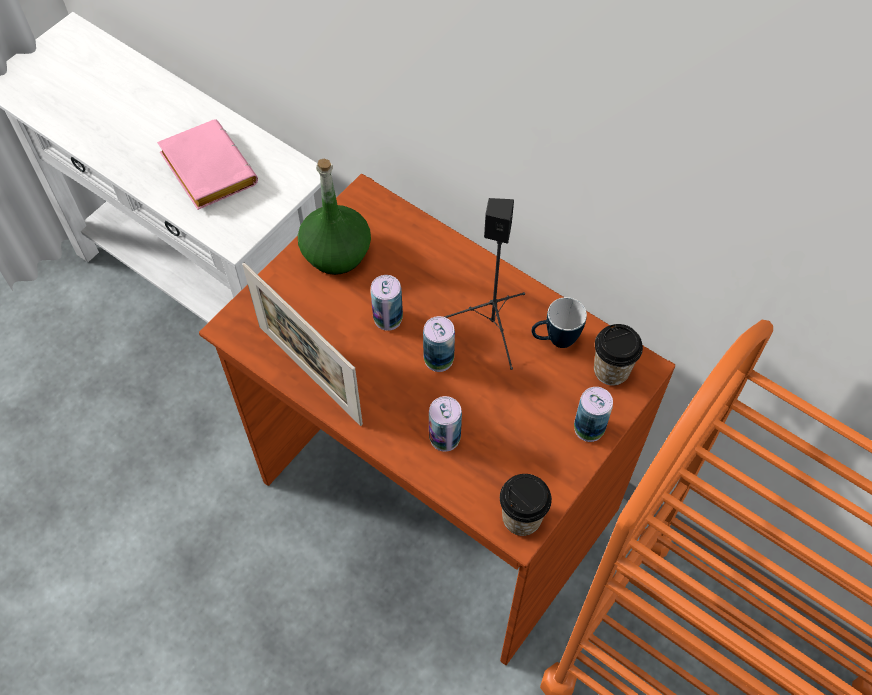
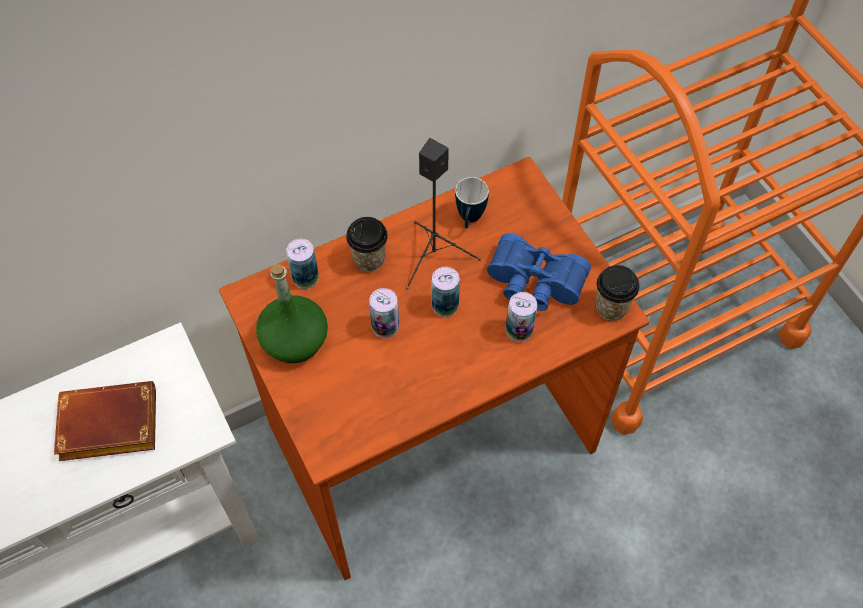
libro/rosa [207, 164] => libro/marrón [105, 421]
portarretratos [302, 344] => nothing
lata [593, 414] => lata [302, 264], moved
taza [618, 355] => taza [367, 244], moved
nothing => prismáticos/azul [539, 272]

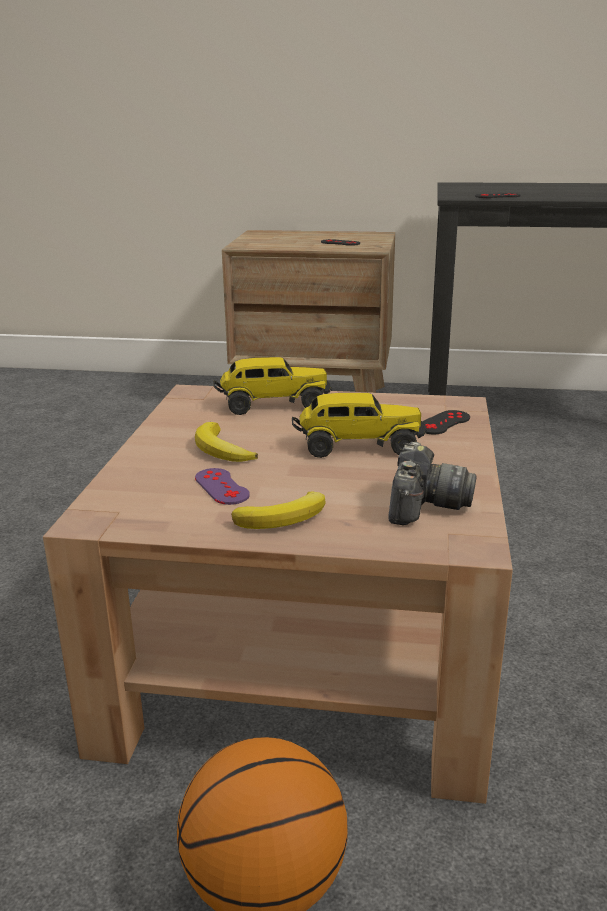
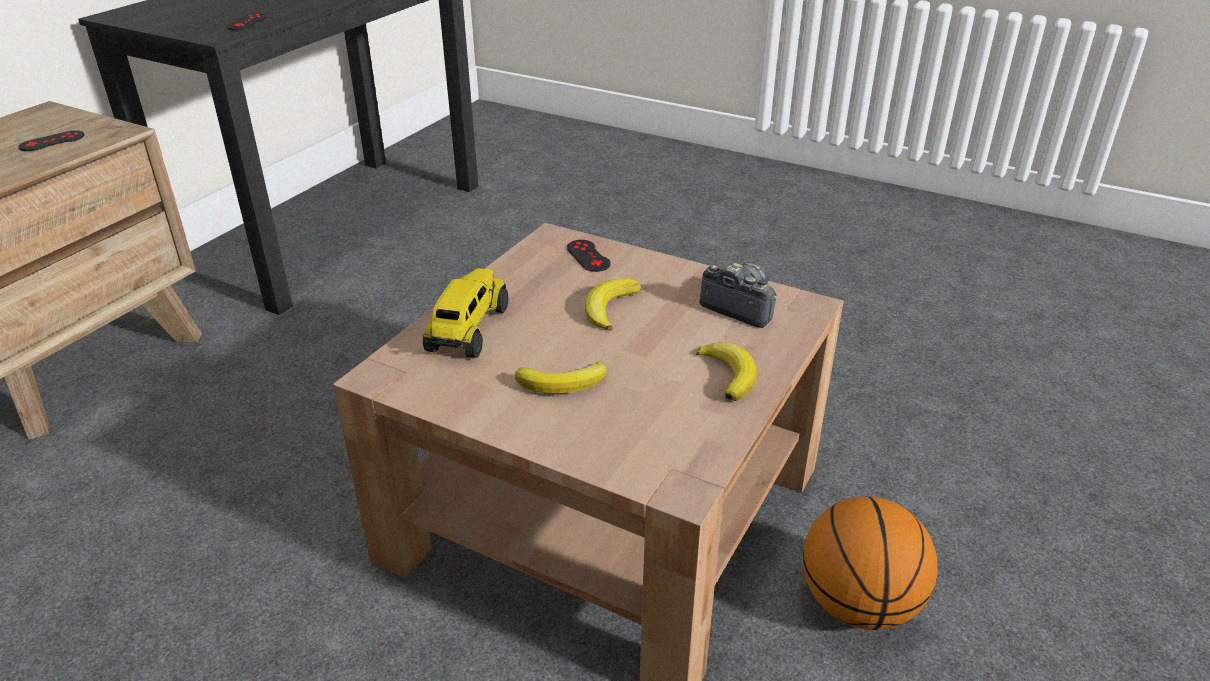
mando de consola/morado [222, 486] => nothing
camión de juguete [359, 425] => plátano [613, 304]

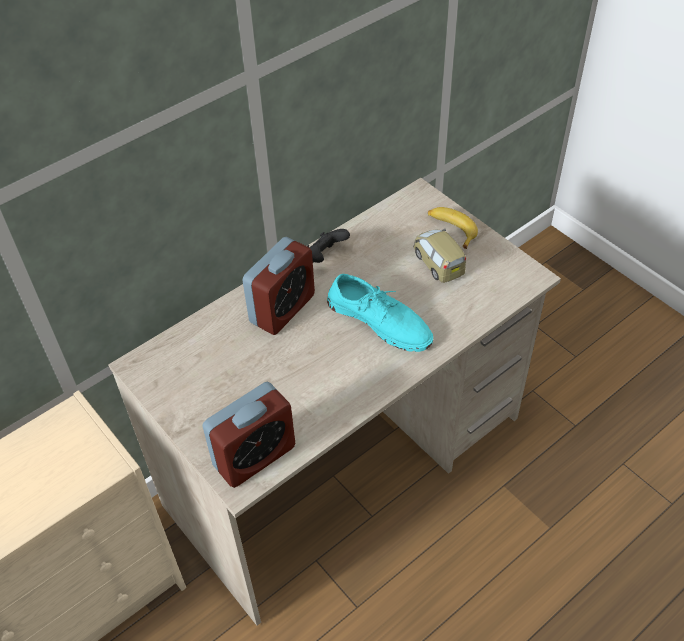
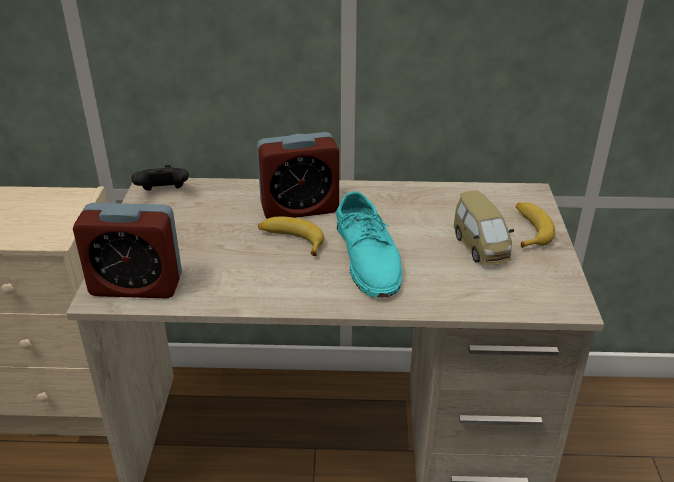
mando de consola/negro [328, 246] => mando de consola/negro [160, 178], moved
coche de juguete [440, 256] => coche de juguete [484, 228], 150 degrees clockwise
nothing => plátano [291, 236]

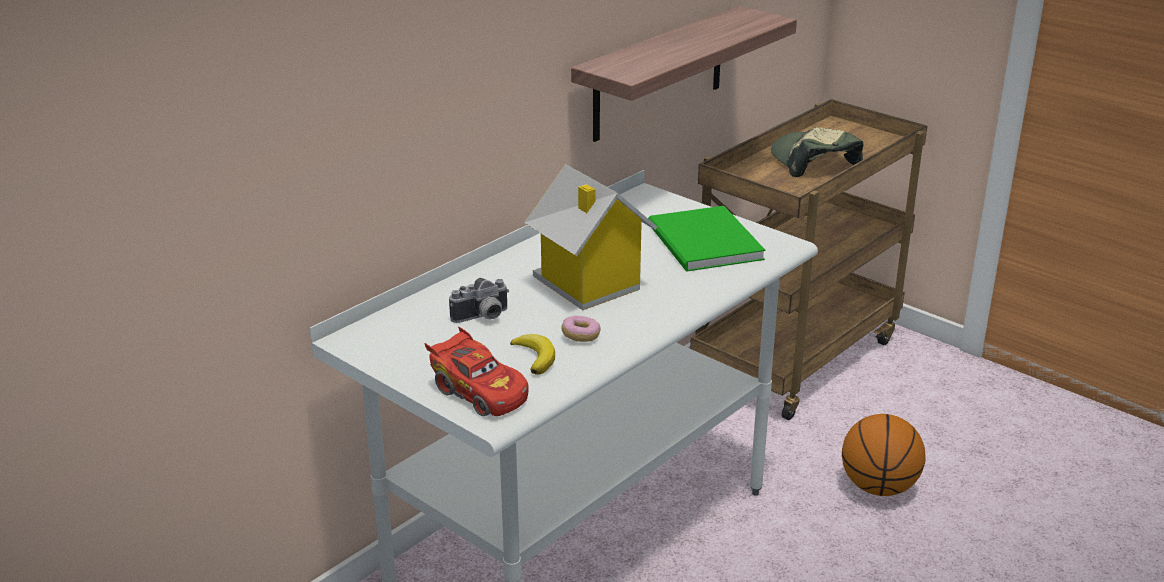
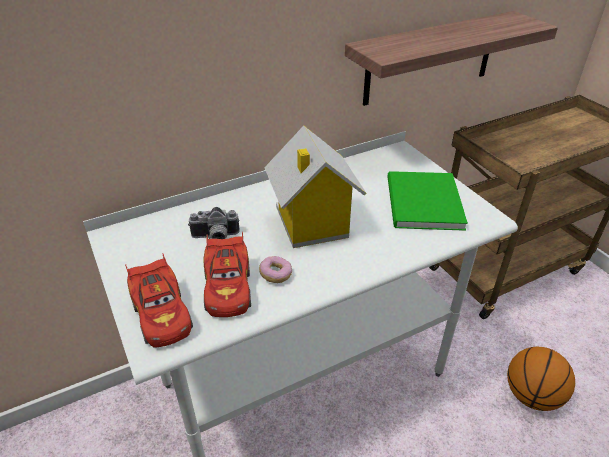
plátano [532, 354] => coche de juguete/rojo [227, 274]
gorra [817, 152] => nothing

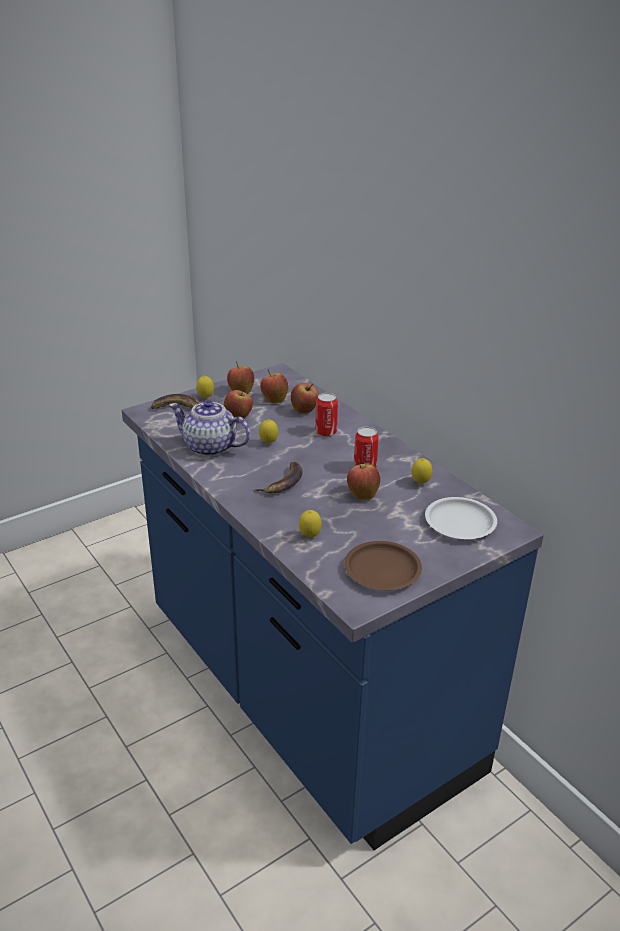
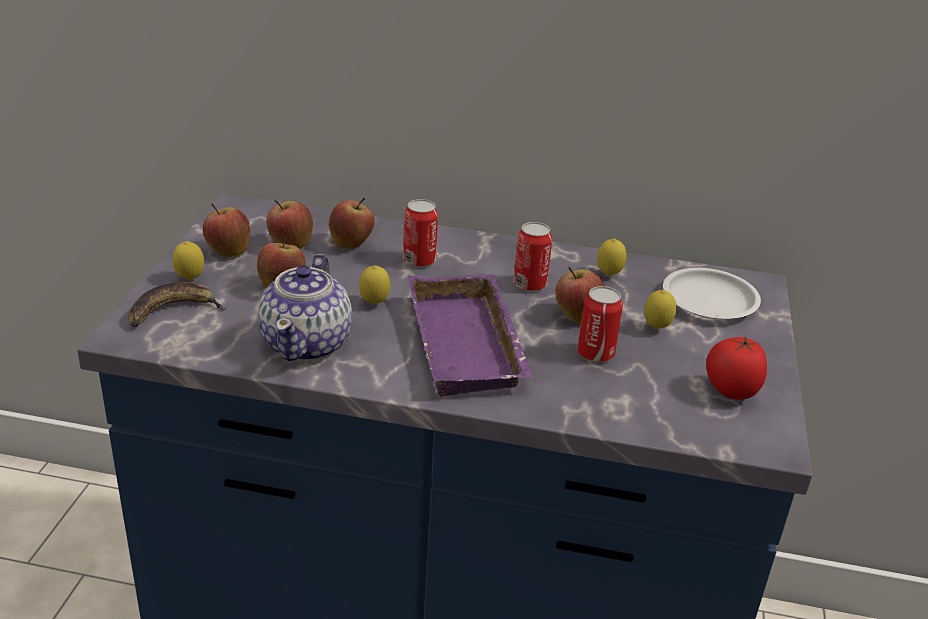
tetera [209, 428] => tetera [305, 307], 60 degrees counterclockwise
plátano [277, 478] => bandeja/morado [471, 335]
limón [310, 524] => limón [660, 309], moved
plato/marrón [383, 565] => tomate [736, 368]
nothing => lata [600, 324]

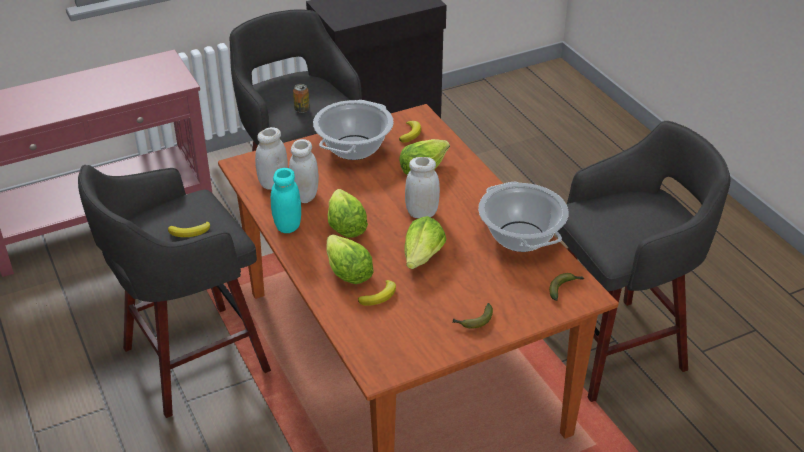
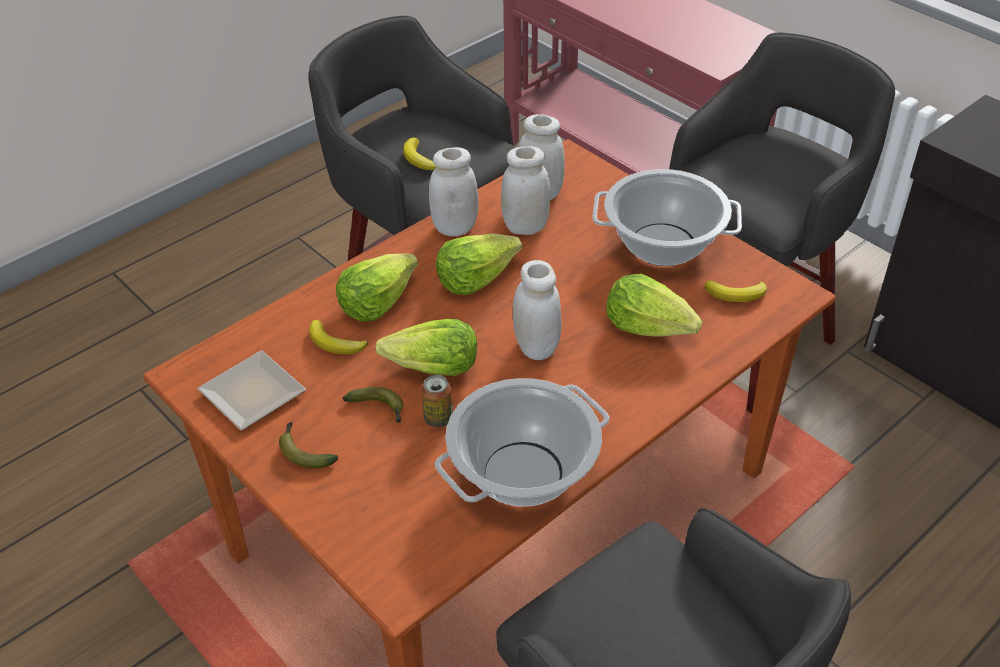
tarro/turquesa [286, 200] => tarro/blanco [454, 191]
lata [301, 98] => lata [437, 401], moved
plátano [566, 287] => plátano [373, 405], moved
nothing => plato [251, 390]

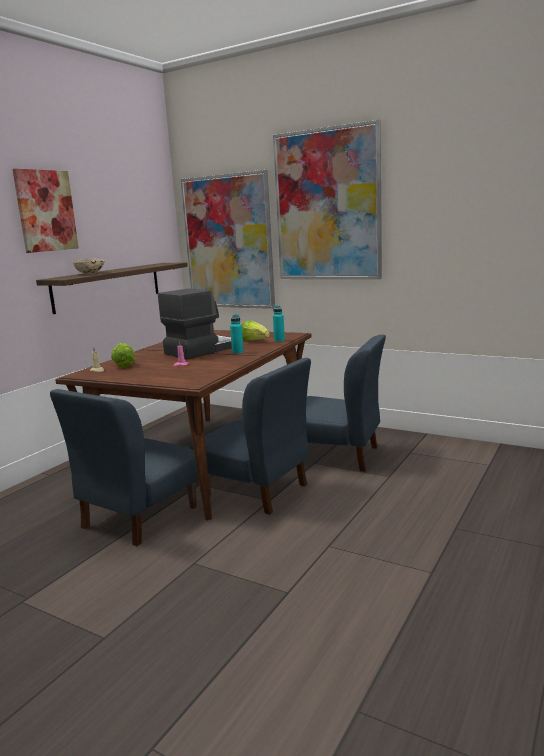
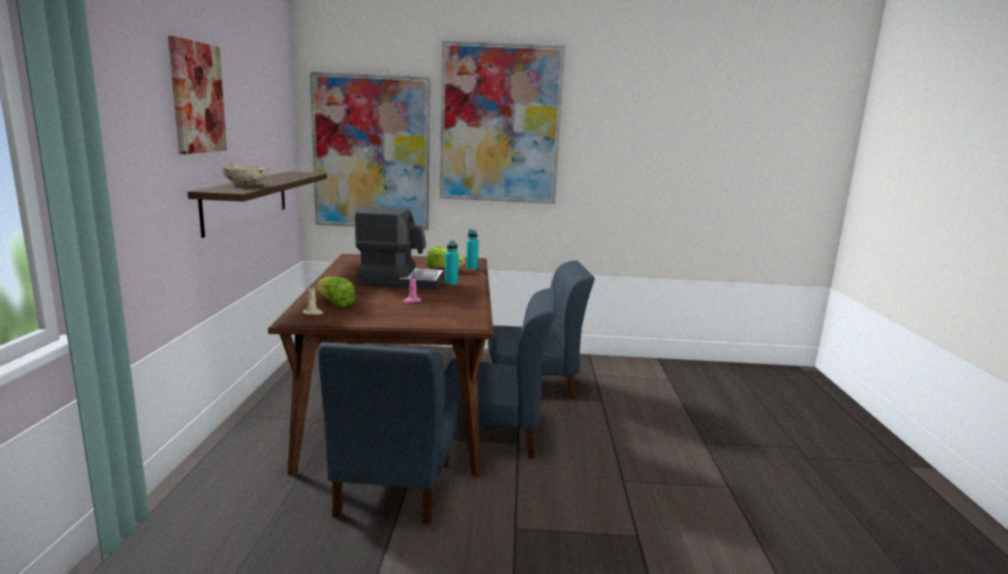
cafetera [195, 324] => cafetera [399, 248], 75 degrees clockwise

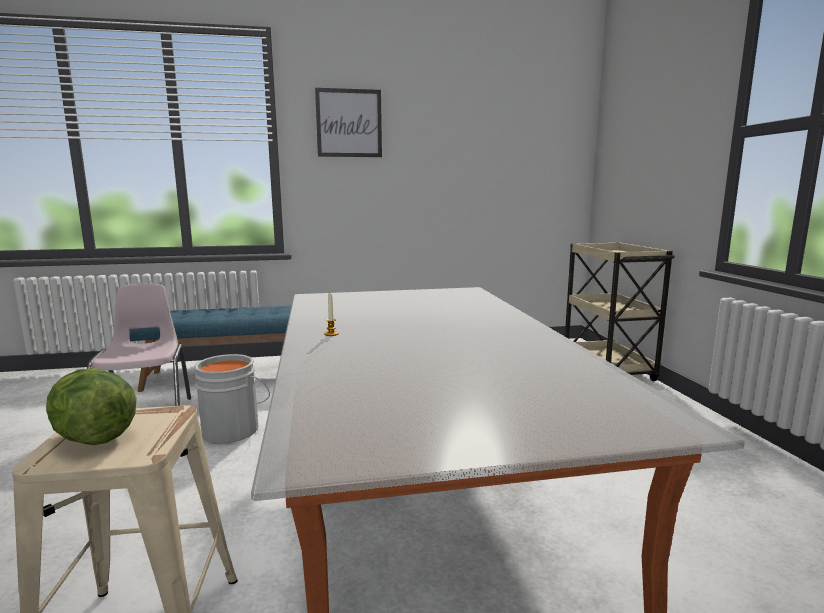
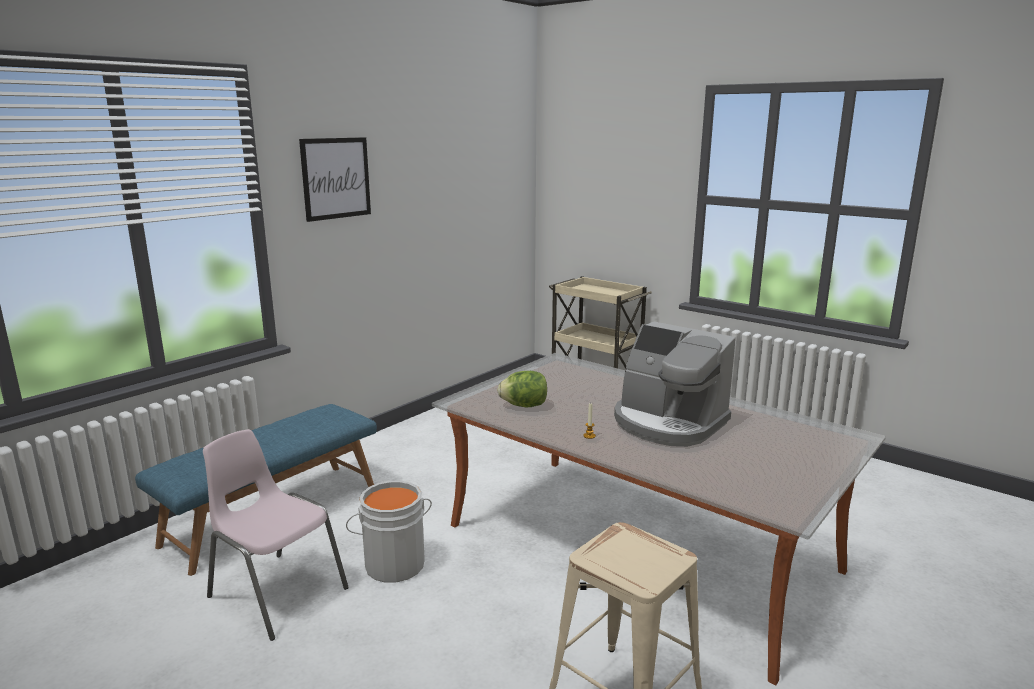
lechuga [91, 406] => lechuga [522, 389], moved
nothing => cafetera [675, 384]

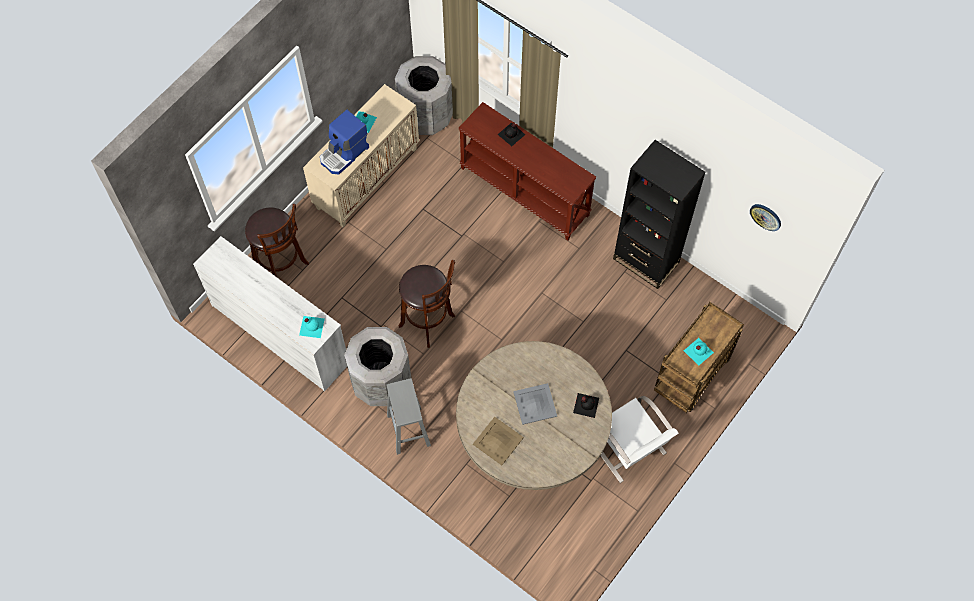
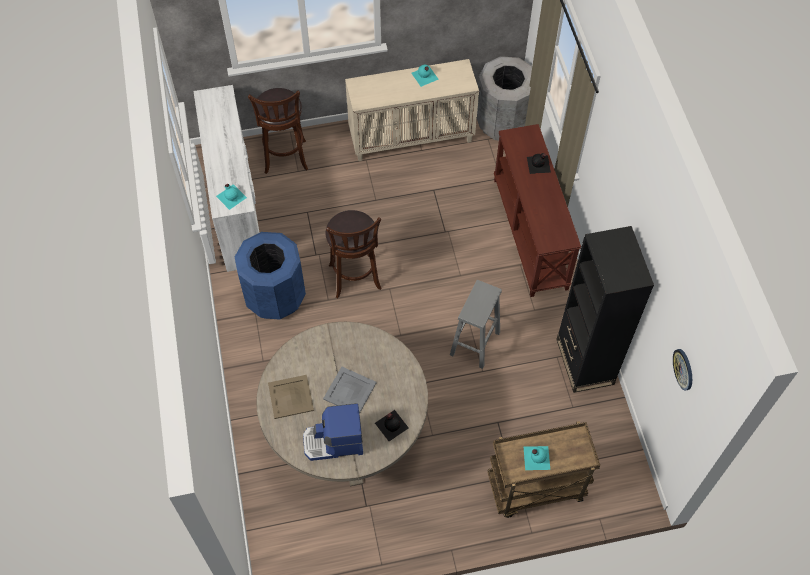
cafetera [344, 141] => cafetera [333, 432], moved
papelera/gris [377, 366] => papelera/azul [270, 275]
taburete/gris [409, 416] => taburete/gris [476, 324], moved
silla/blanco [640, 439] => nothing

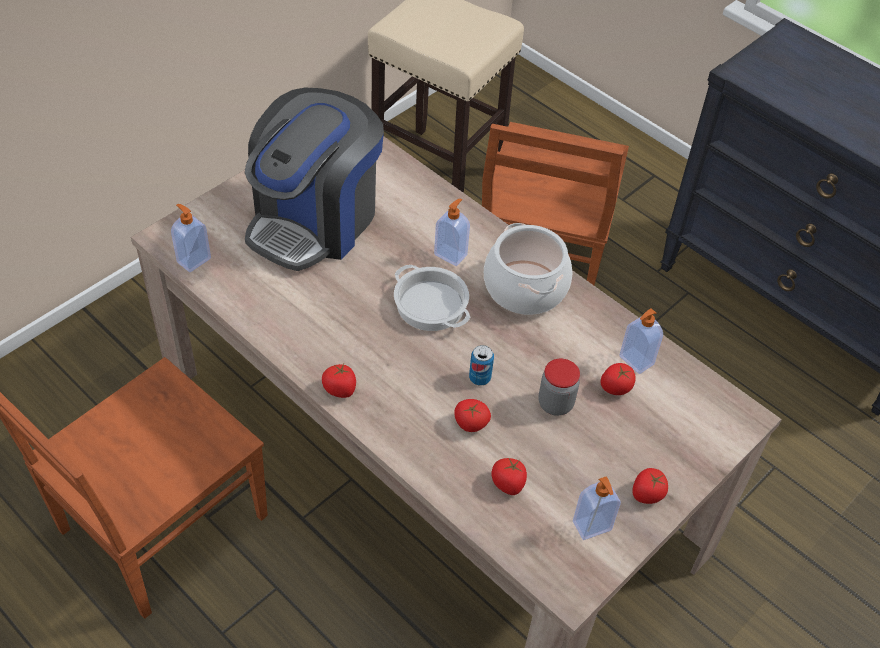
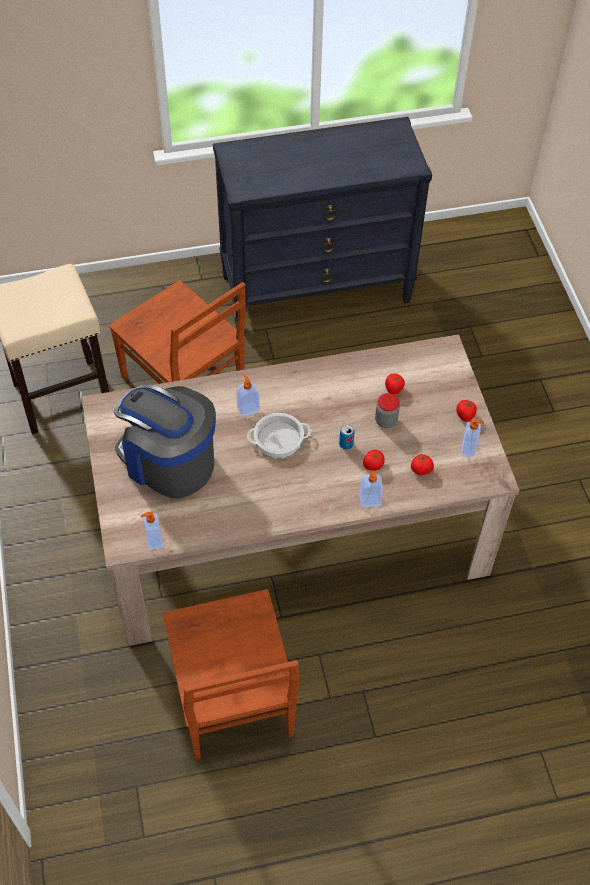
cafetera [314, 179] => cafetera [164, 441], 150 degrees clockwise
tomate [339, 381] => nothing
olla [528, 269] => nothing
dispensador de jabón [641, 341] => dispensador de jabón [371, 489], moved

